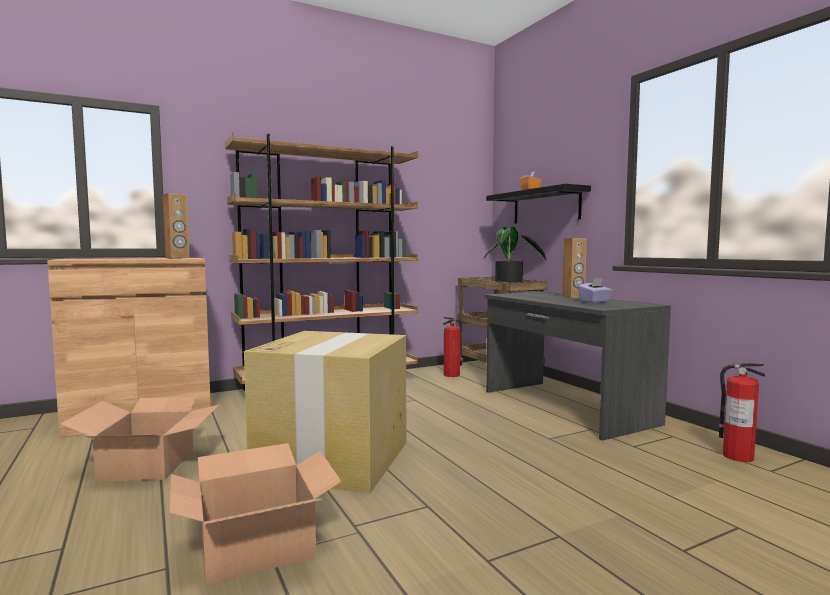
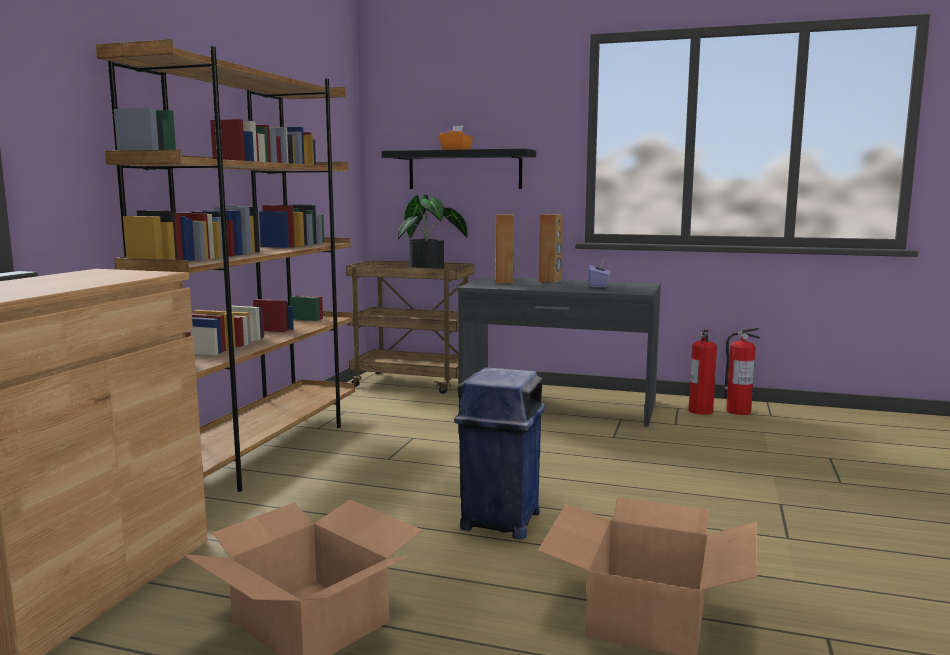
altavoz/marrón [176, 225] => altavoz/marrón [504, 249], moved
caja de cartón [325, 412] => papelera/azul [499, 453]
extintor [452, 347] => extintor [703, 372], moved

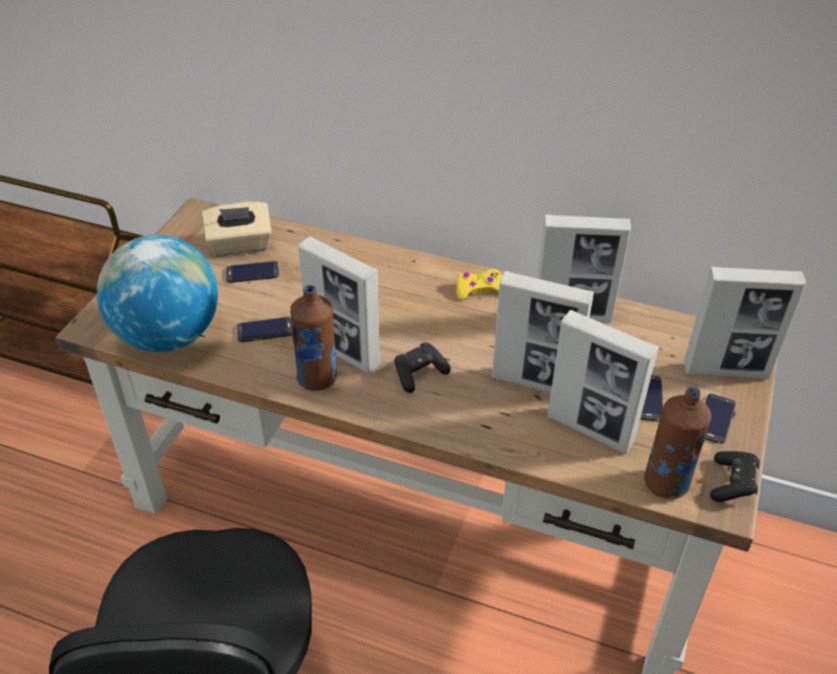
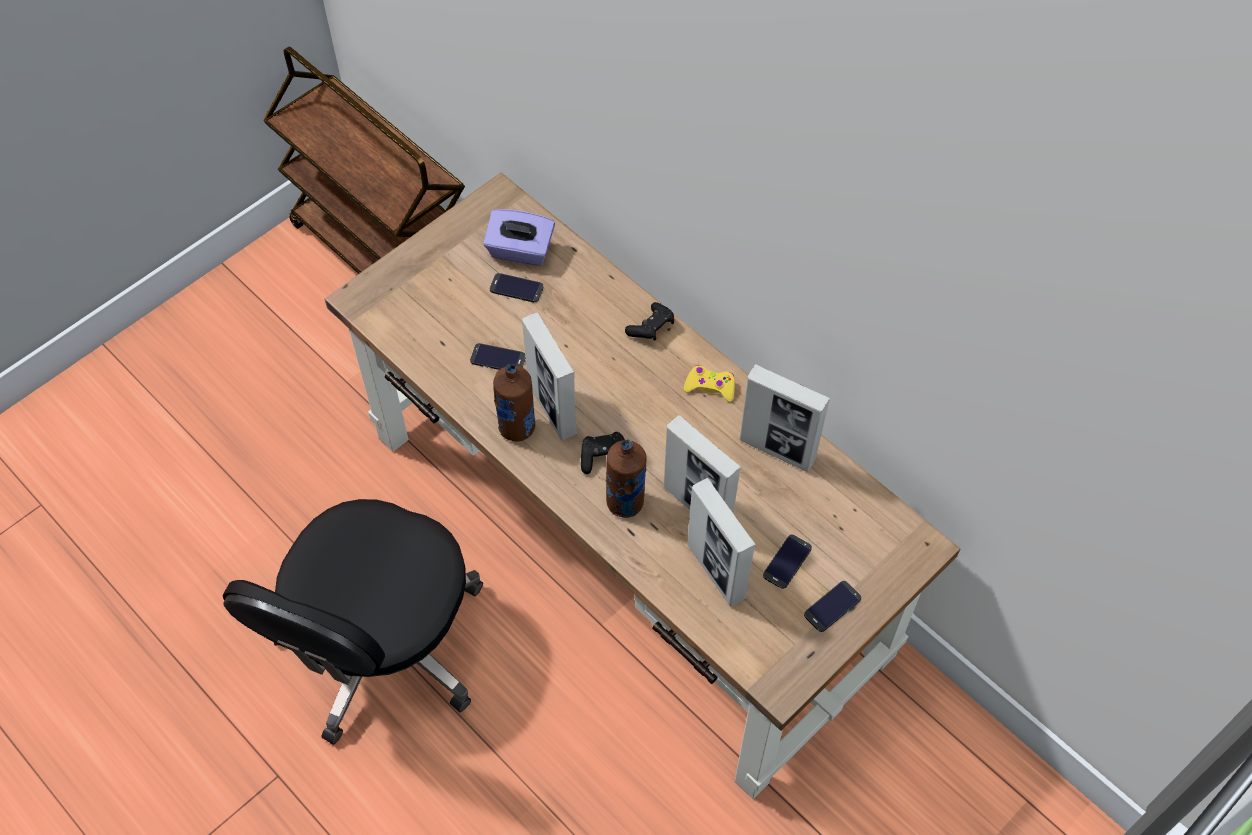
globo terráqueo [157, 293] => nothing
caja de pañuelos/beis [237, 228] => caja de pañuelos/morado [519, 237]
botella/marrón [677, 443] => botella/marrón [626, 479], moved
portarretratos [745, 323] => nothing
mando de consola/negro [735, 476] => mando de consola/negro [649, 321], moved

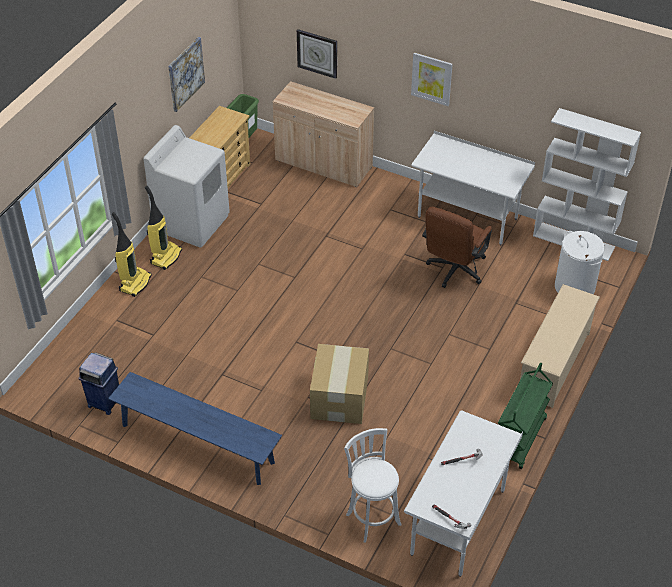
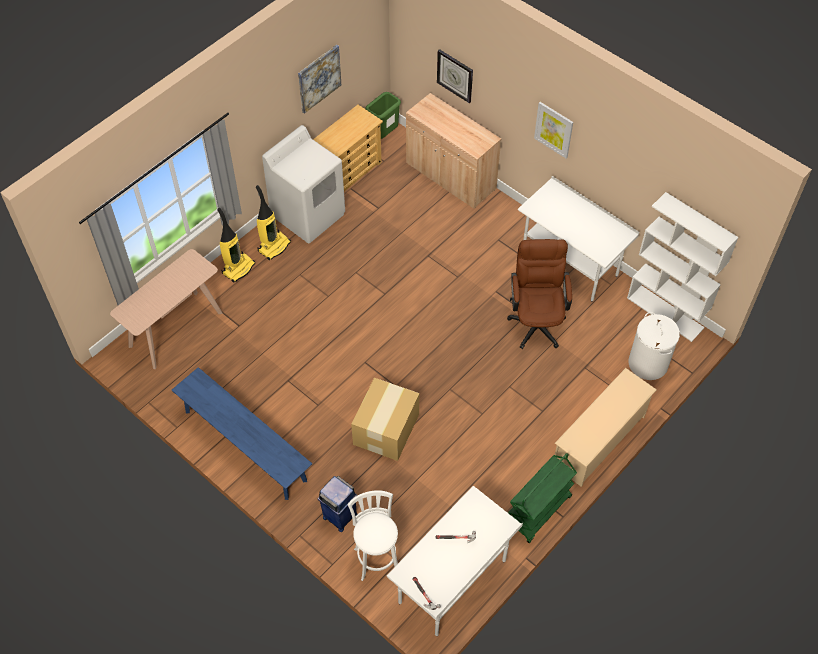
papelera/azul [98, 383] => papelera/azul [337, 504], moved
silla de oficina/marrón [457, 247] => silla de oficina/marrón [539, 294], 135 degrees clockwise
nothing => mesa consola/beis [166, 309]

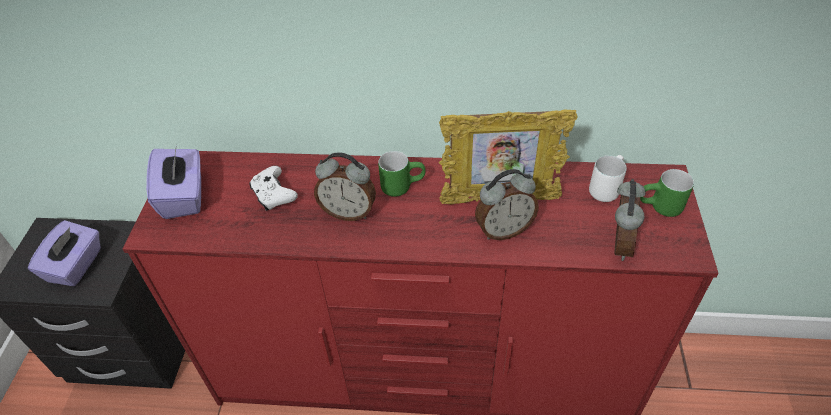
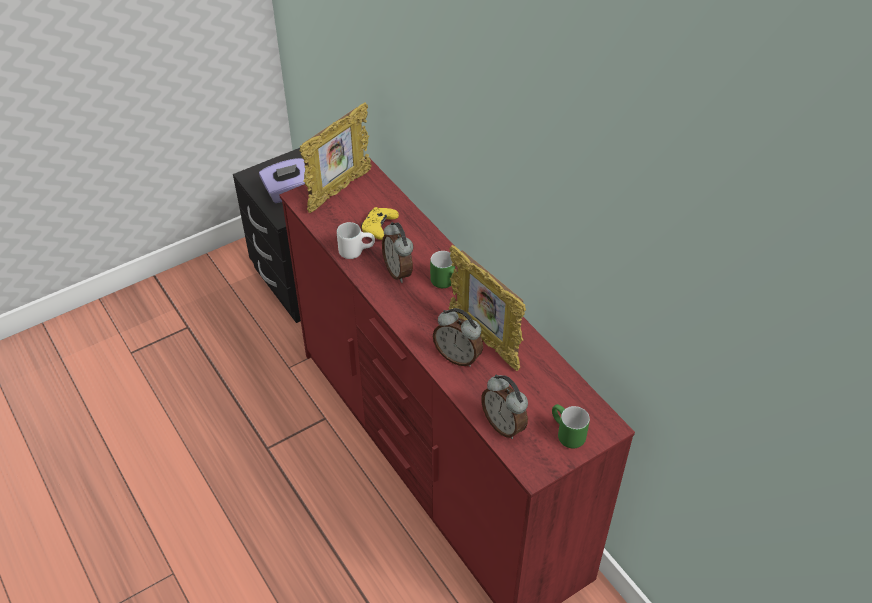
caja de pañuelos/morado [173, 182] => portarretratos [336, 157]
mando de consola/blanco [273, 188] => mando de consola/amarillo [380, 223]
taza grande/blanco [608, 178] => taza grande/blanco [356, 240], moved
despertador [630, 220] => despertador [504, 406], 75 degrees clockwise

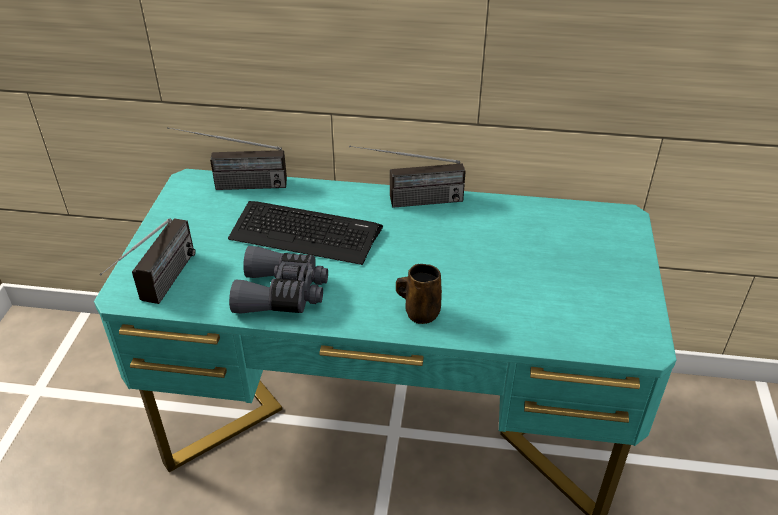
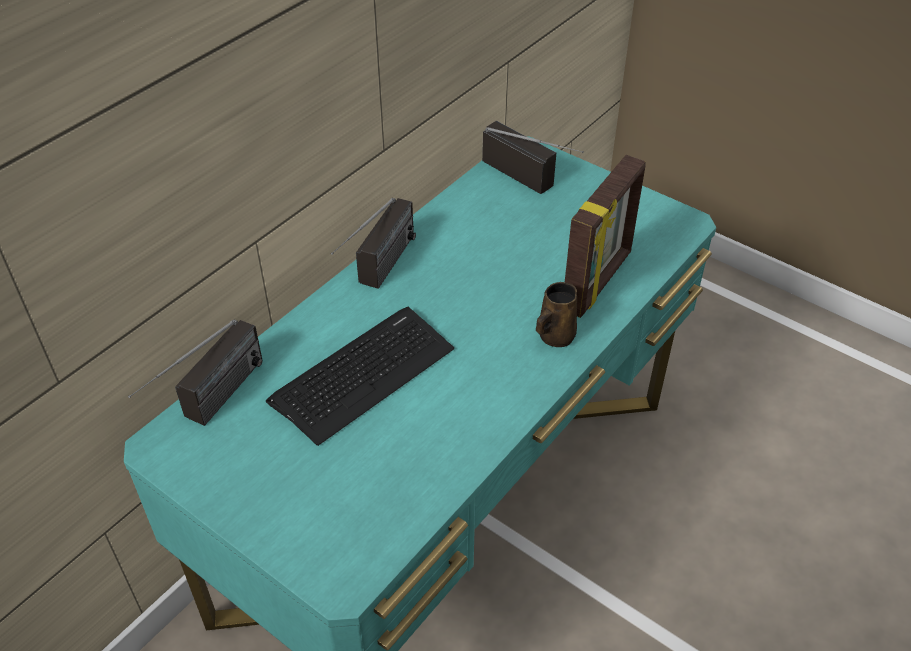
radio [148, 261] => radio [533, 157], moved
prismáticos/gris [278, 279] => nothing
nothing => portarretratos [605, 236]

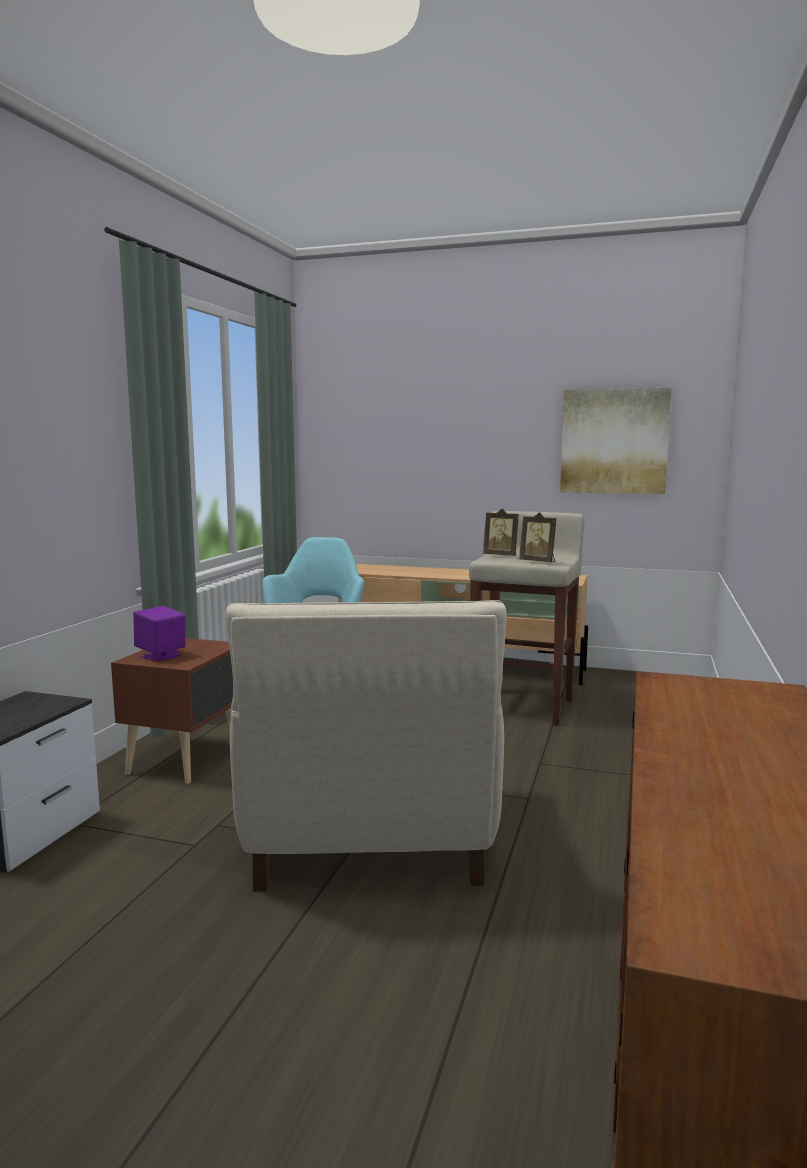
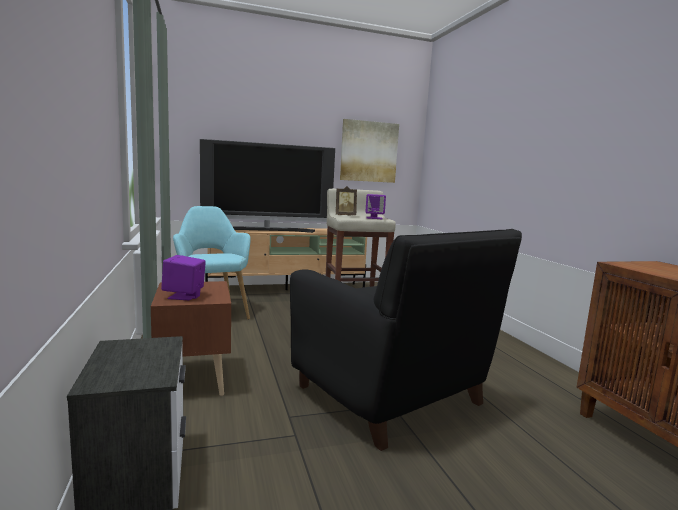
sillón/beis [366, 746] => sillón/negro [406, 340]
portarretratos [537, 537] => altavoz/morado [375, 206]
nothing => televisor [267, 186]

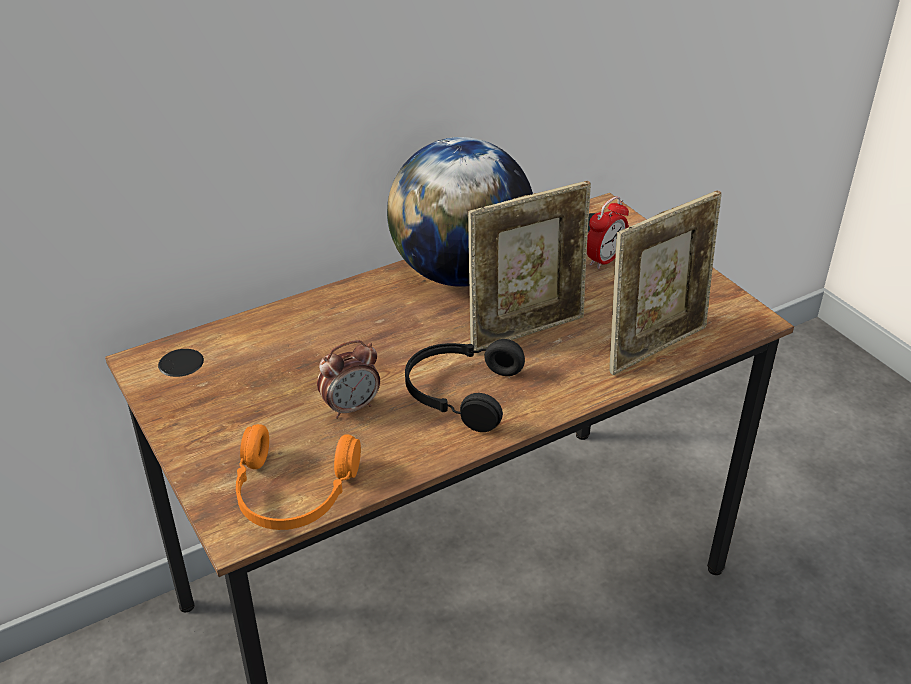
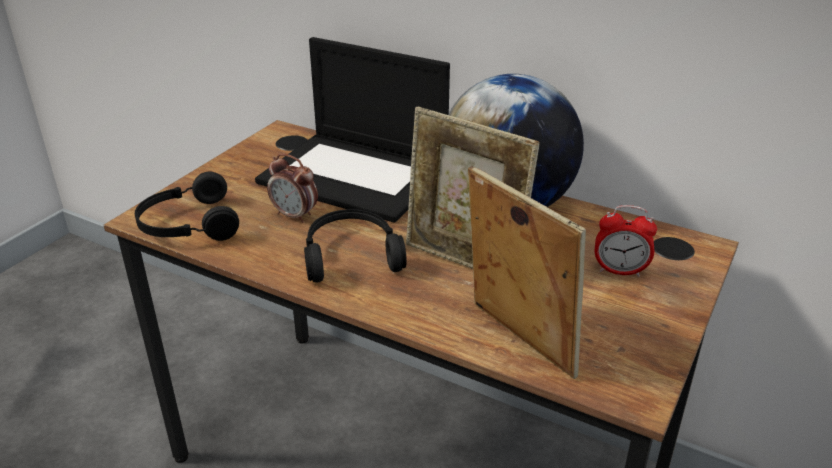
auriculares/naranja [298, 477] => auriculares/negro [187, 206]
portarretratos [665, 283] => portarretratos [527, 272], 150 degrees counterclockwise
nothing => portátil [352, 130]

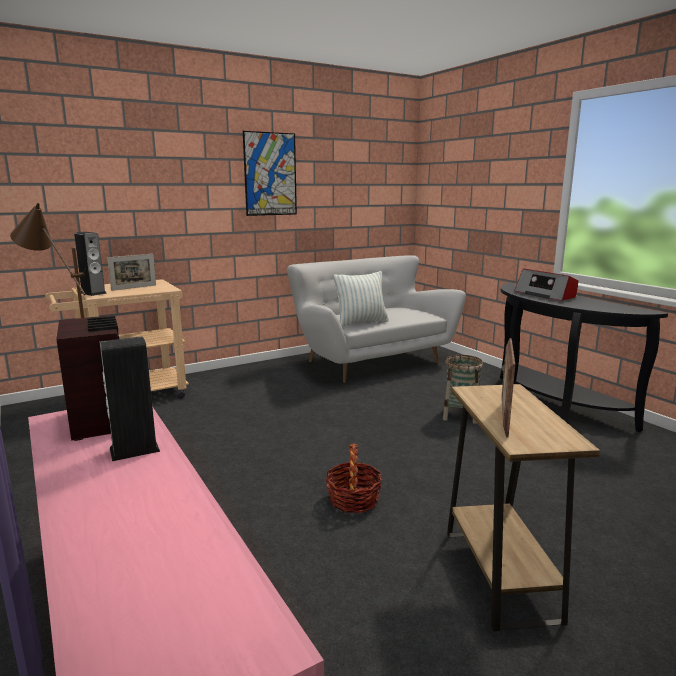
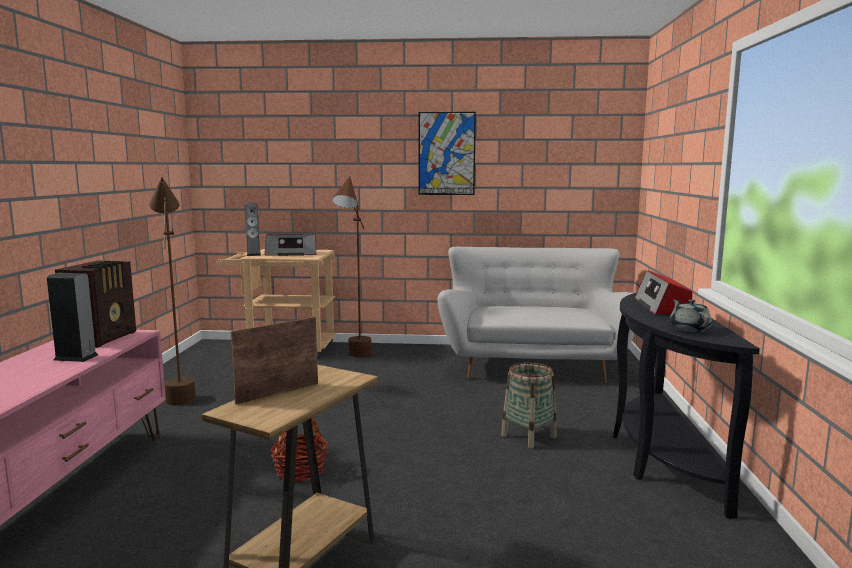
portarretratos [131, 272] => radio [290, 245]
cojín [361, 298] => nothing
nothing => lámpara de pie/marrón [352, 266]
nothing => tetera/gris [691, 315]

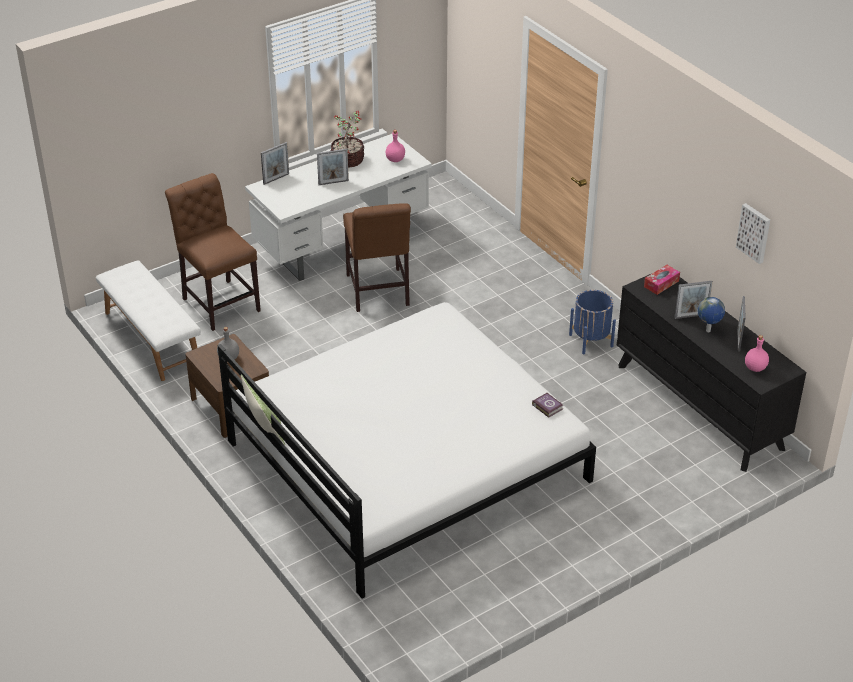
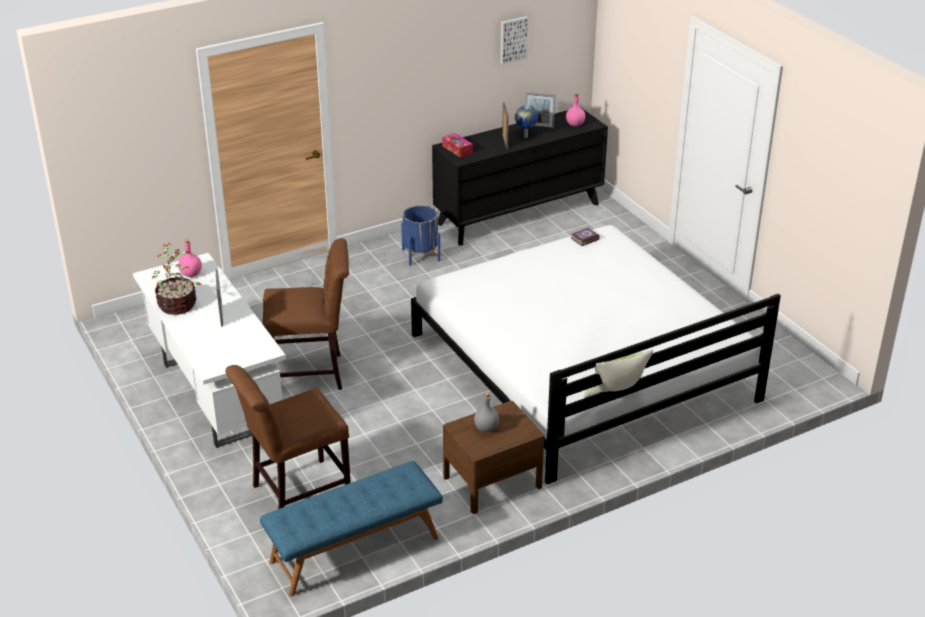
banco/blanco [148, 320] => banco/azul [351, 528]
portarretratos [275, 163] => nothing

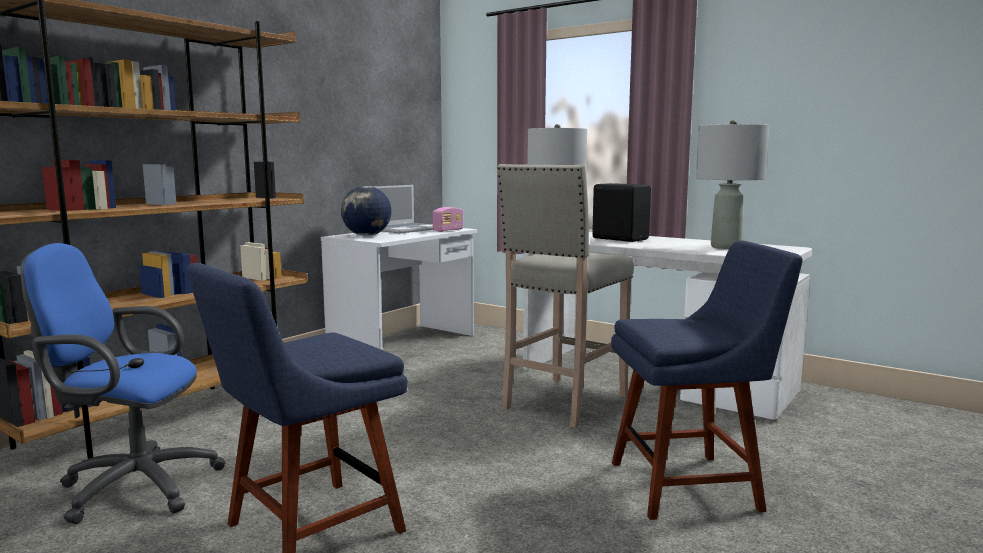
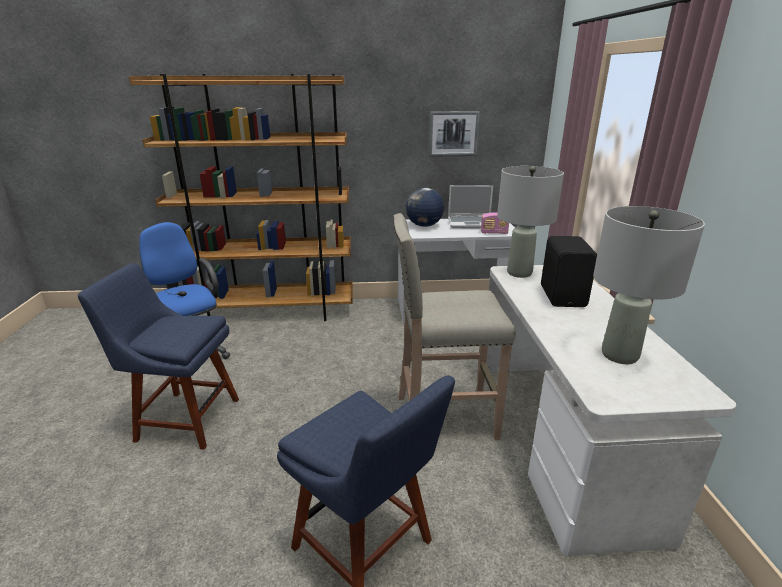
nothing => cuadro [454, 134]

